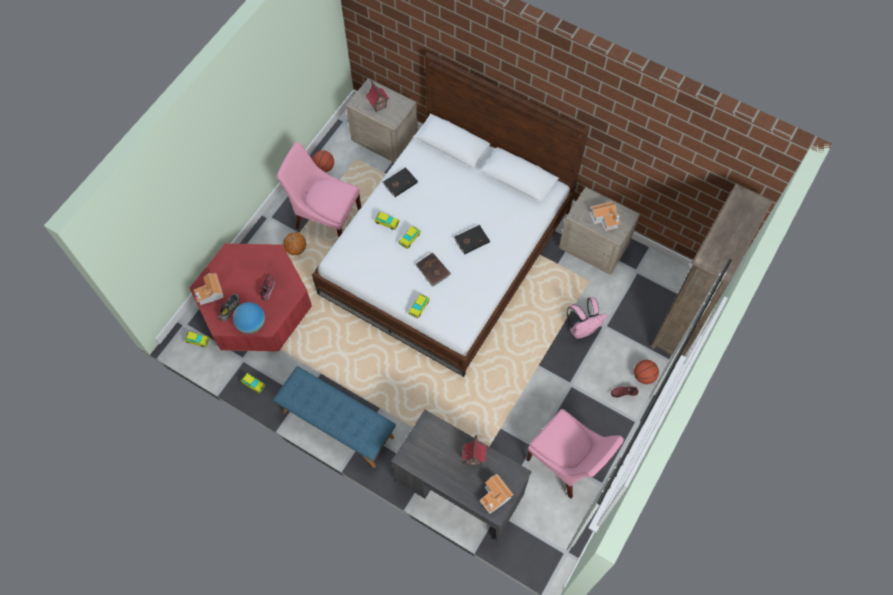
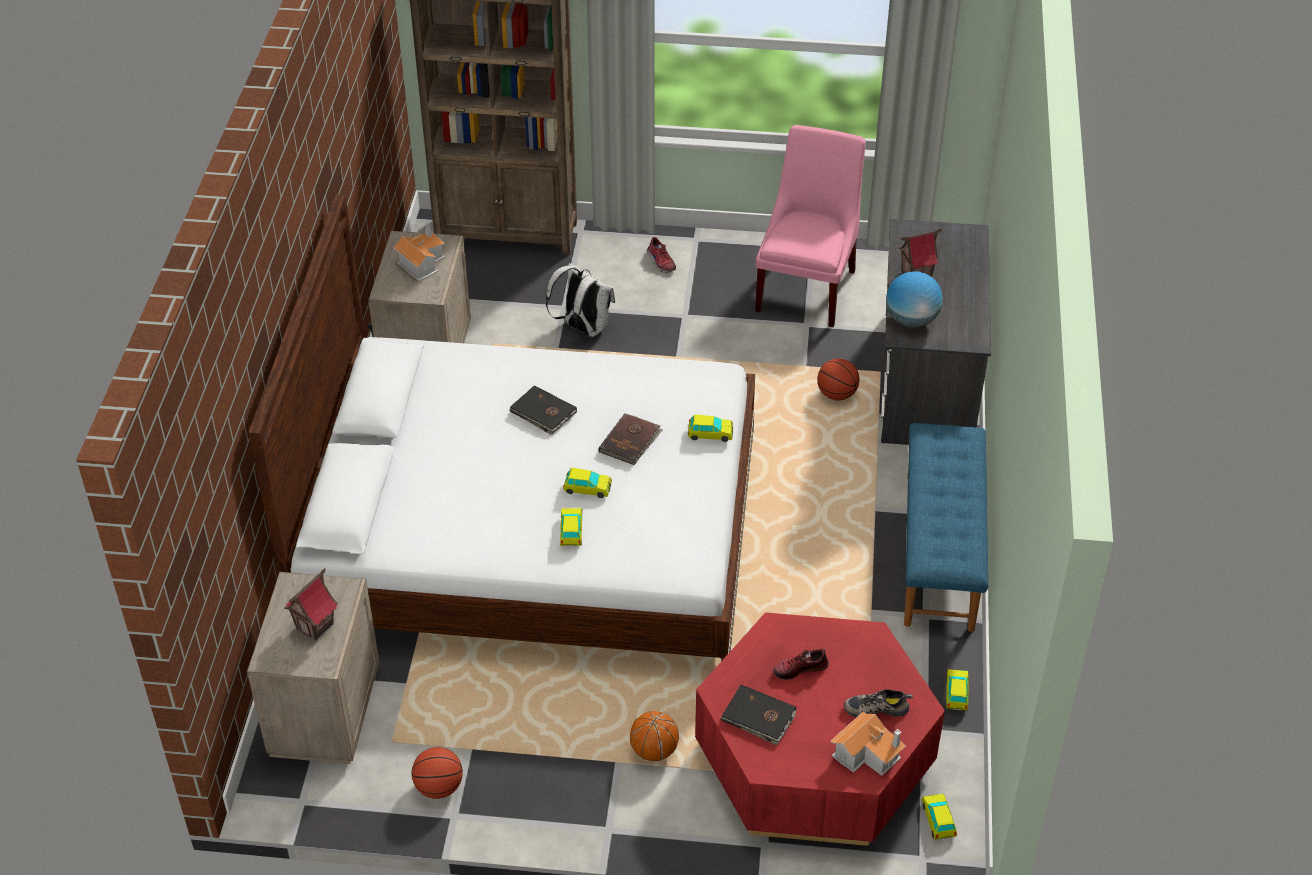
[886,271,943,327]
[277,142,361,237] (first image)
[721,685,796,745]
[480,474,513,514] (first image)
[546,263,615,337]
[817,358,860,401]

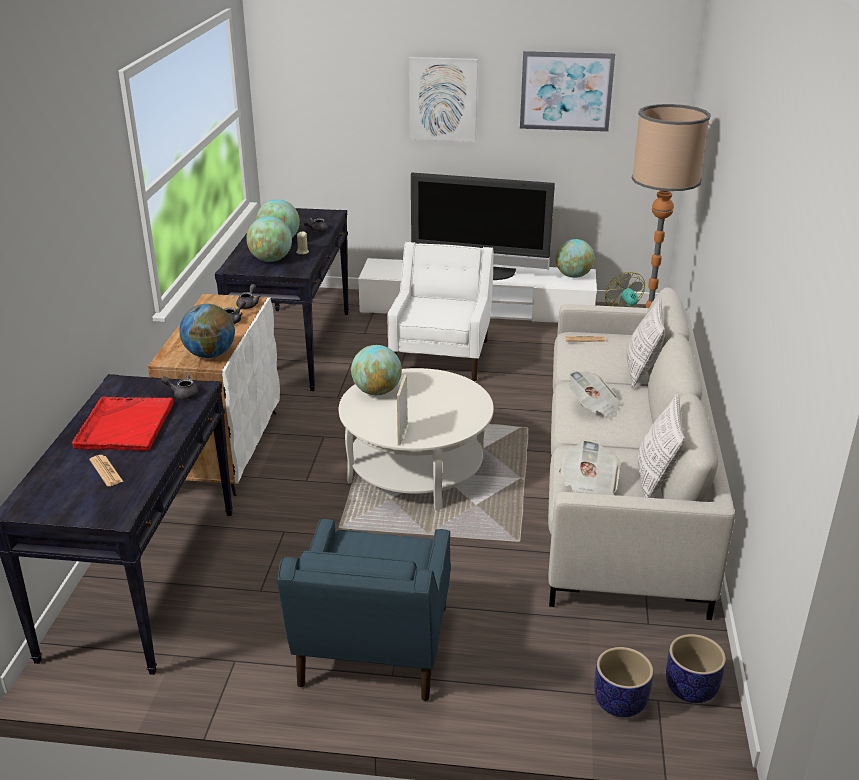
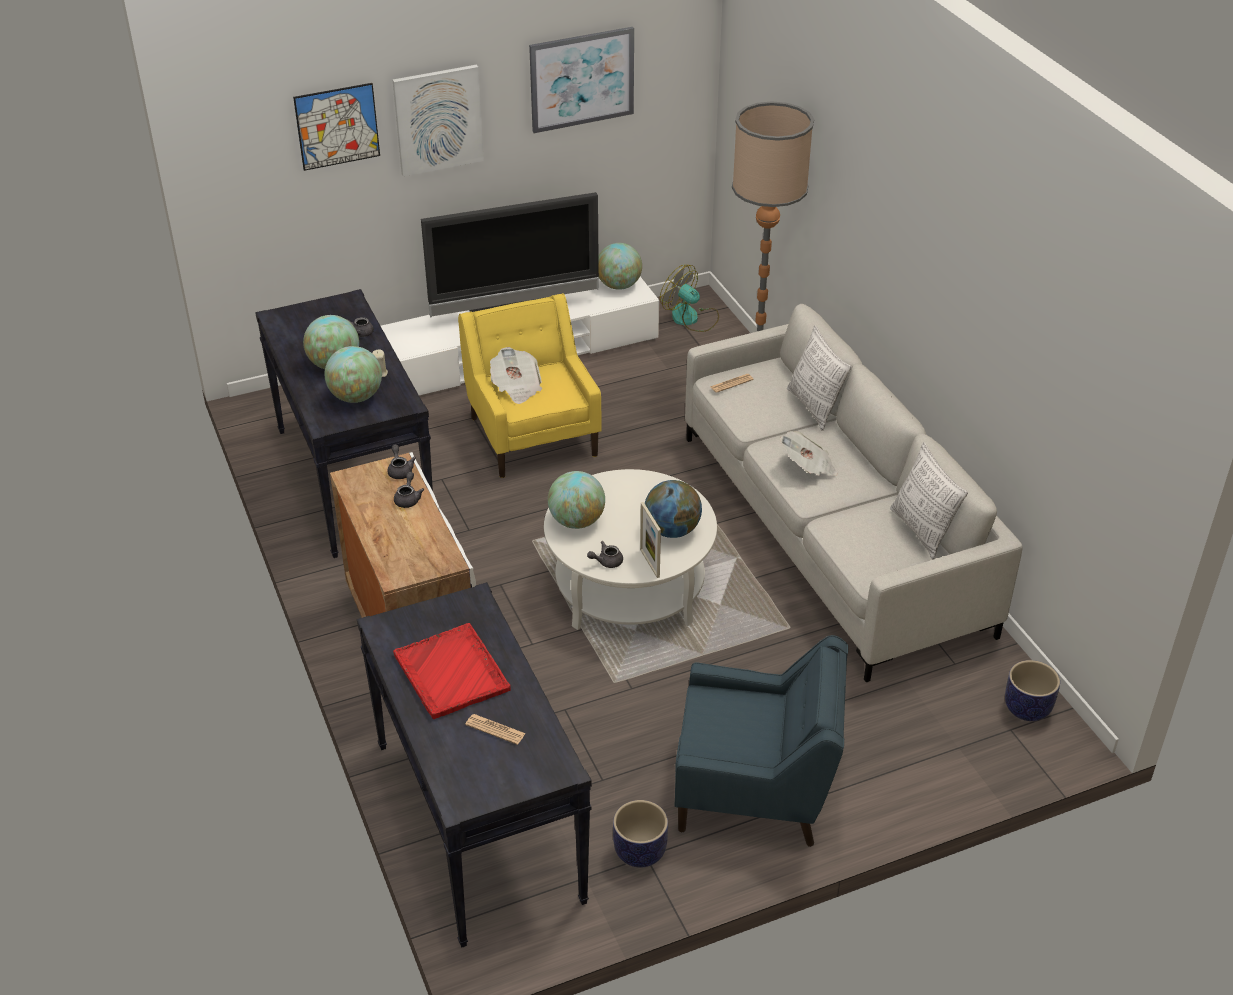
[587,541,623,568]
[645,480,702,538]
[674,635,848,847]
[458,293,602,478]
[490,347,542,404]
[613,800,668,868]
[293,83,380,171]

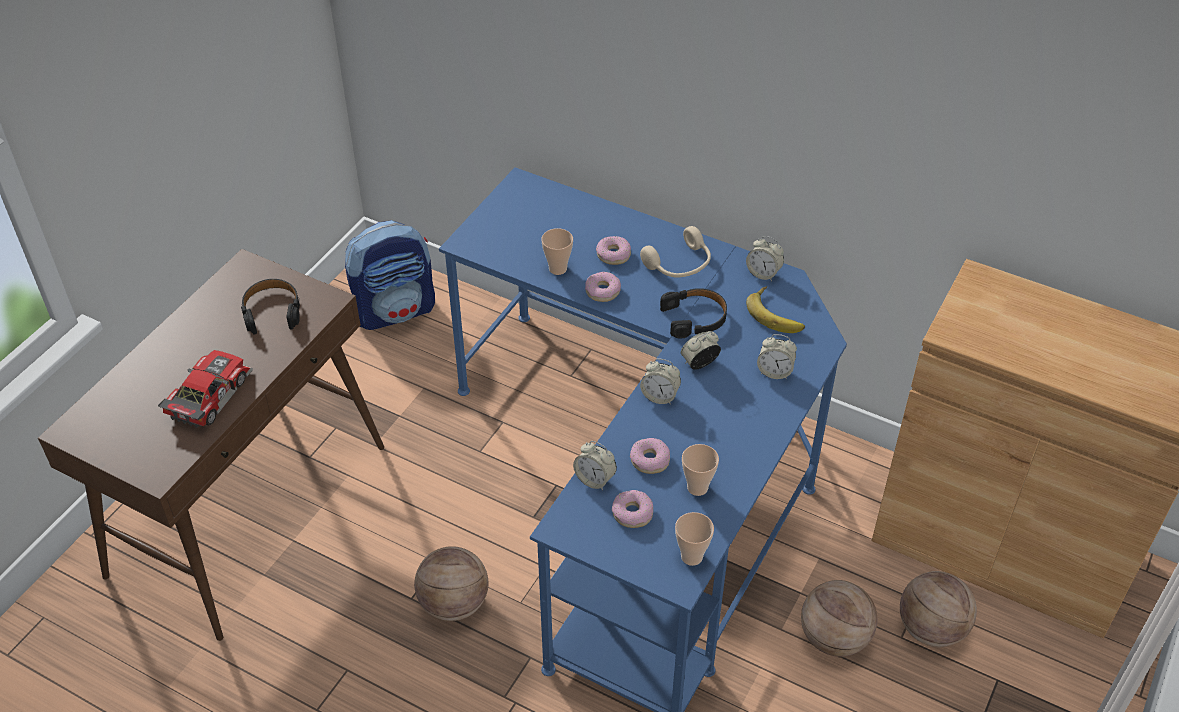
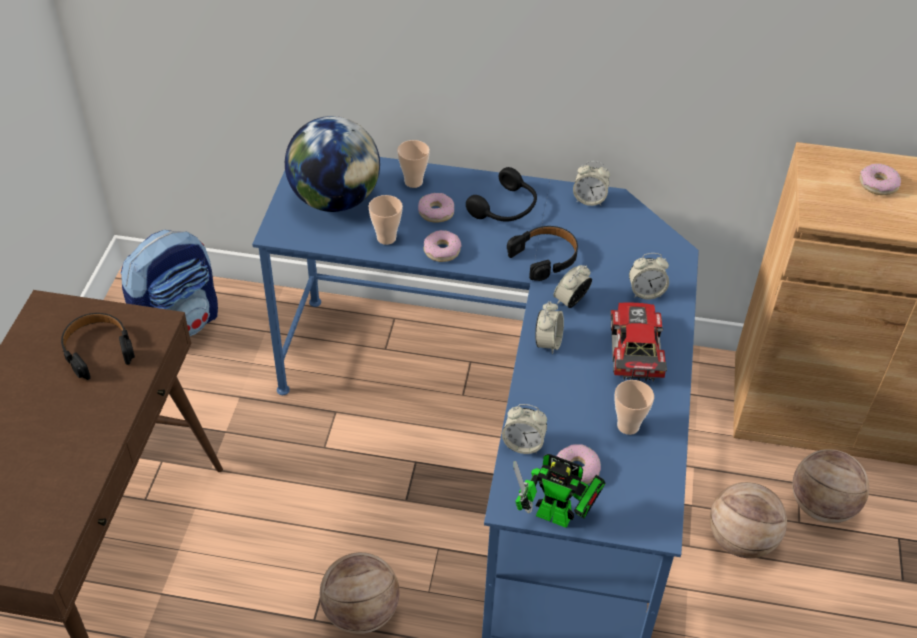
[610,302,667,382]
[860,164,901,195]
[466,167,537,222]
[535,301,564,354]
[397,140,430,188]
[746,286,805,333] (first image)
[285,116,380,212]
[513,454,606,528]

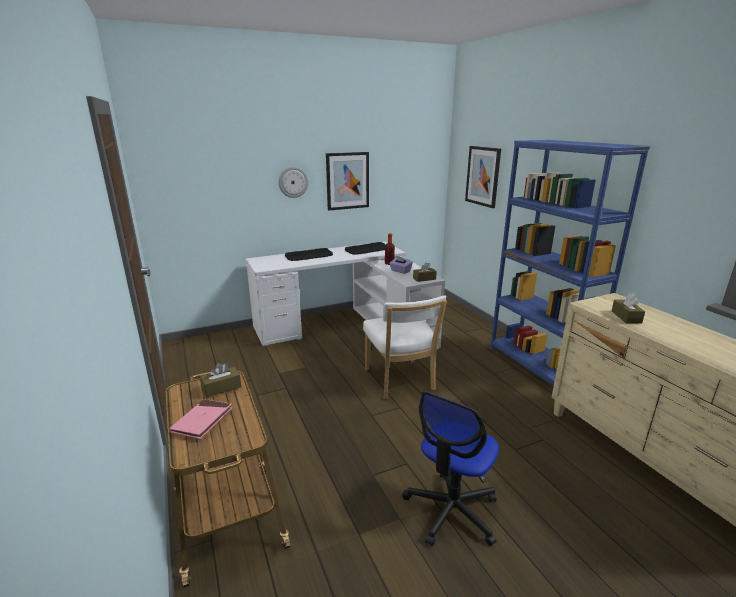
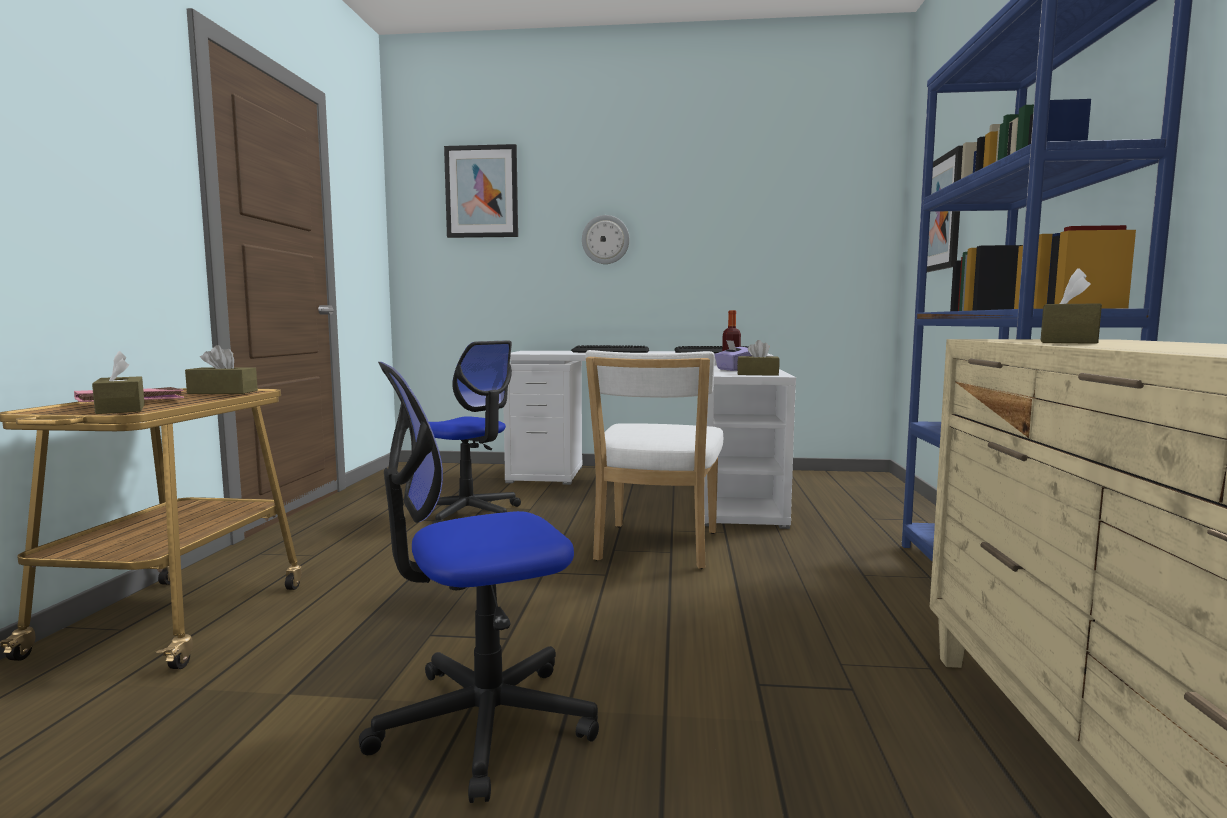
[444,144,518,238]
[92,351,145,414]
[429,340,521,524]

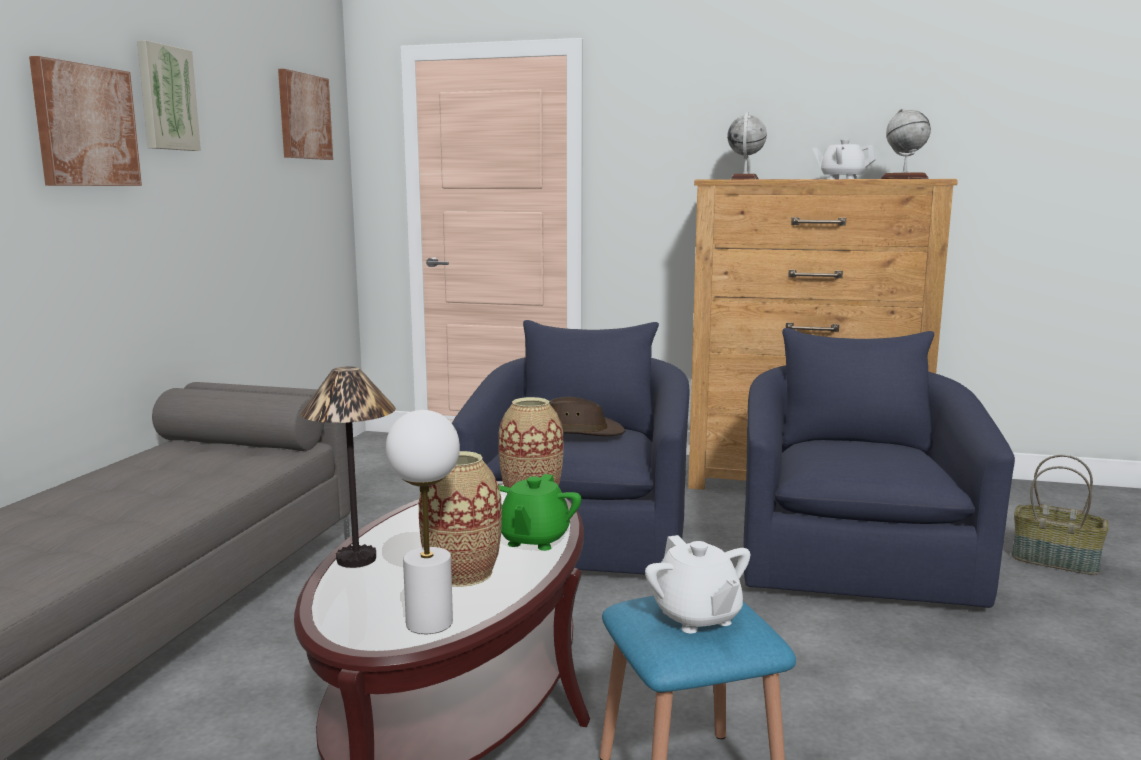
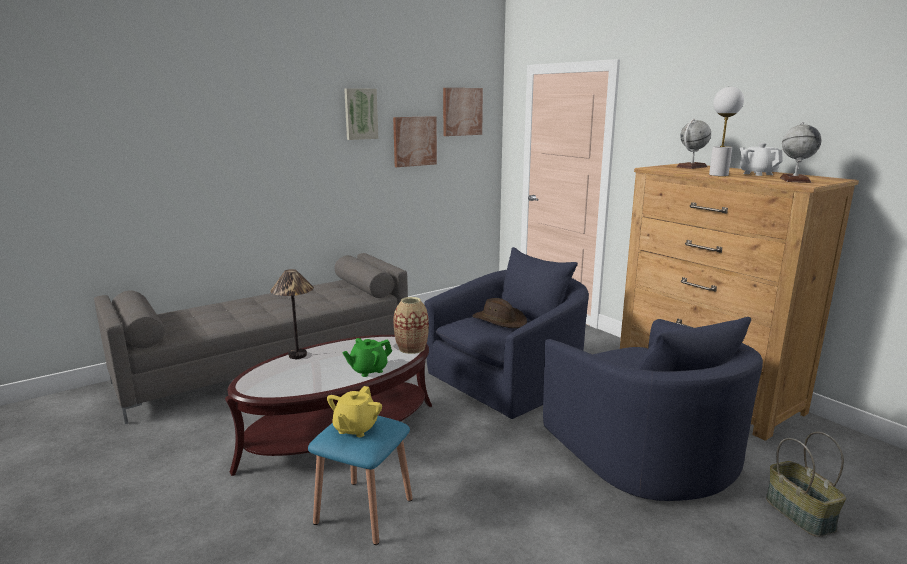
[393,116,437,167]
[709,87,744,176]
[419,451,502,587] (first image)
[327,386,382,437]
[543,317,763,501]

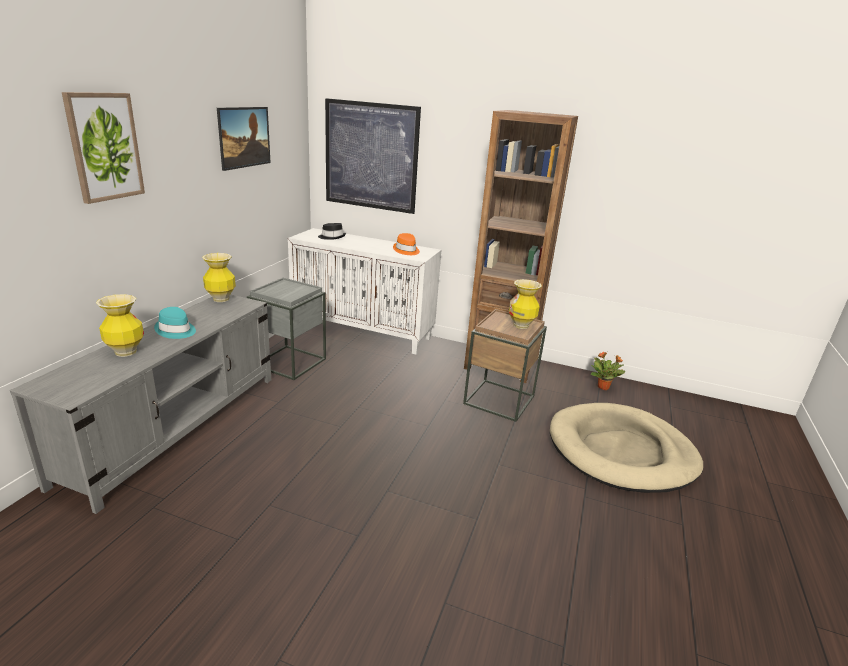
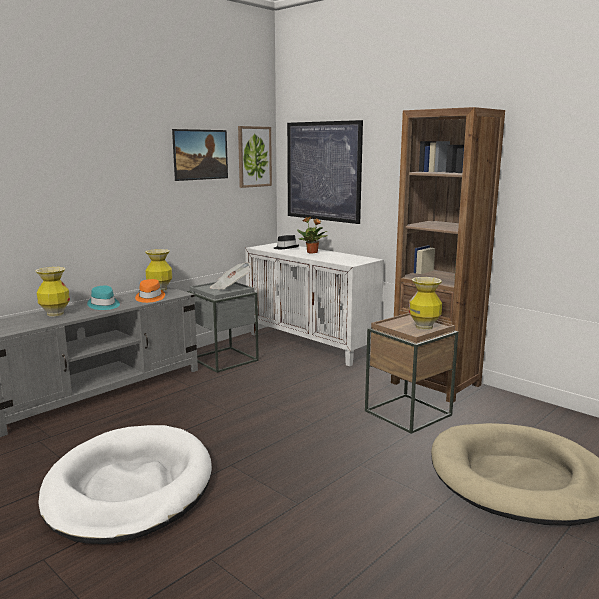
[238,126,272,188]
[135,279,165,303]
[297,217,328,254]
[38,425,212,544]
[210,262,250,290]

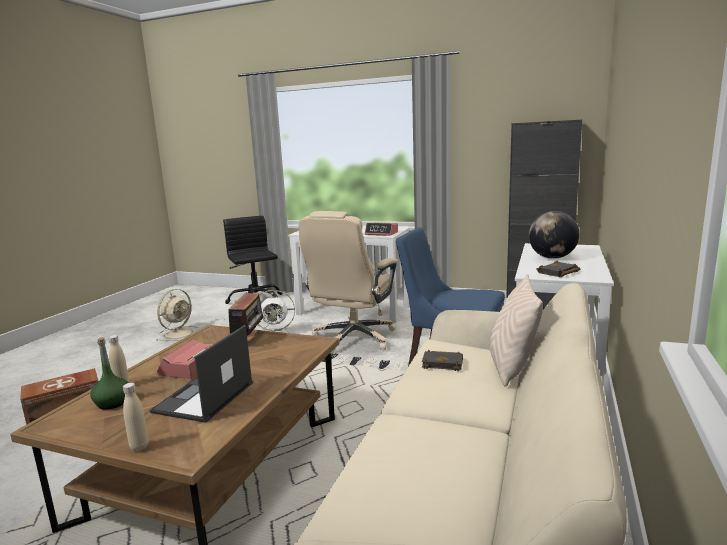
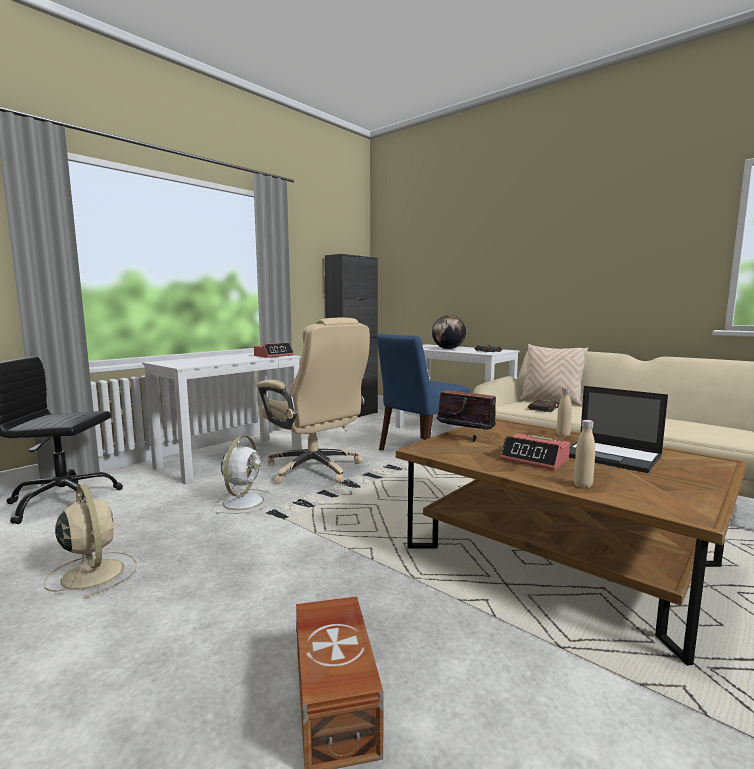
[90,337,129,410] (first image)
[556,388,572,437]

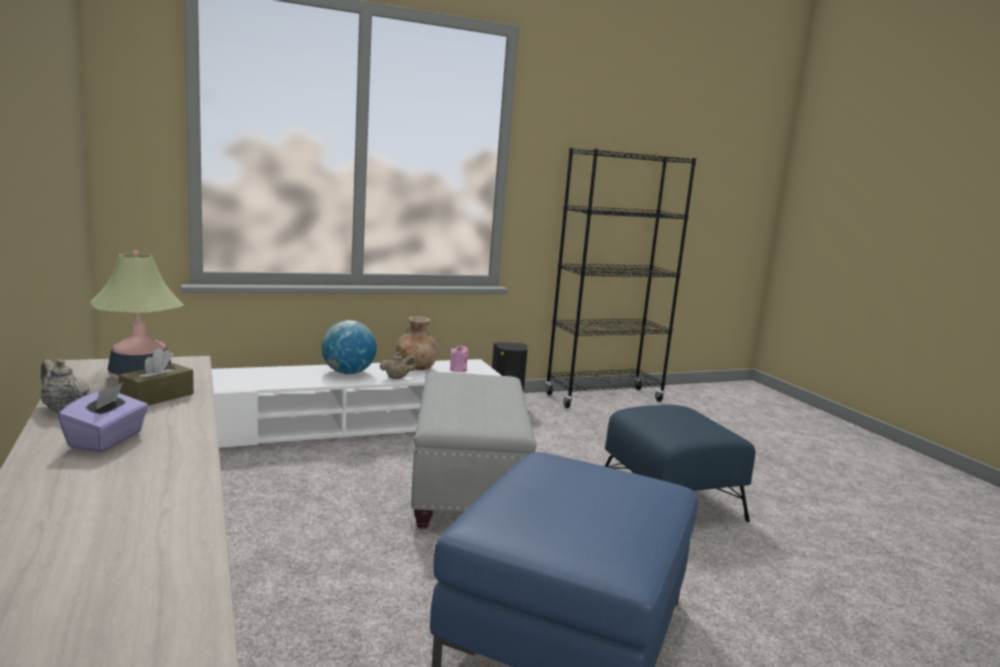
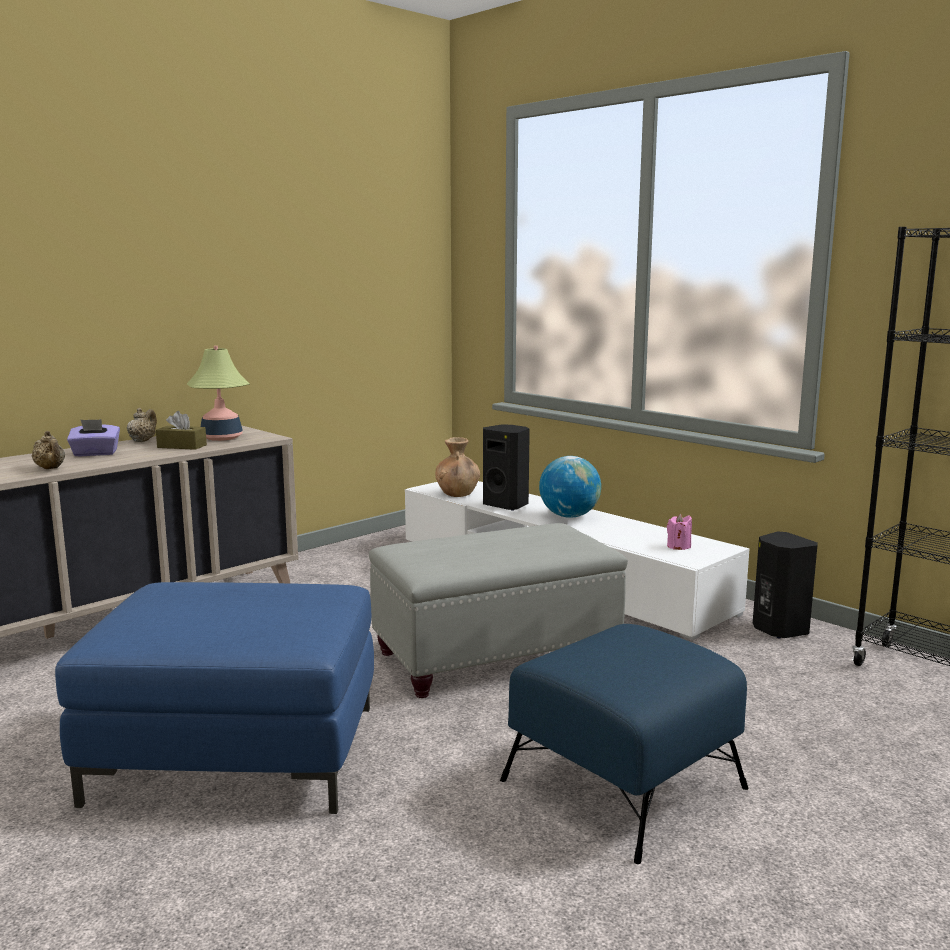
[32,431,65,469]
[435,437,480,497]
[483,425,530,511]

